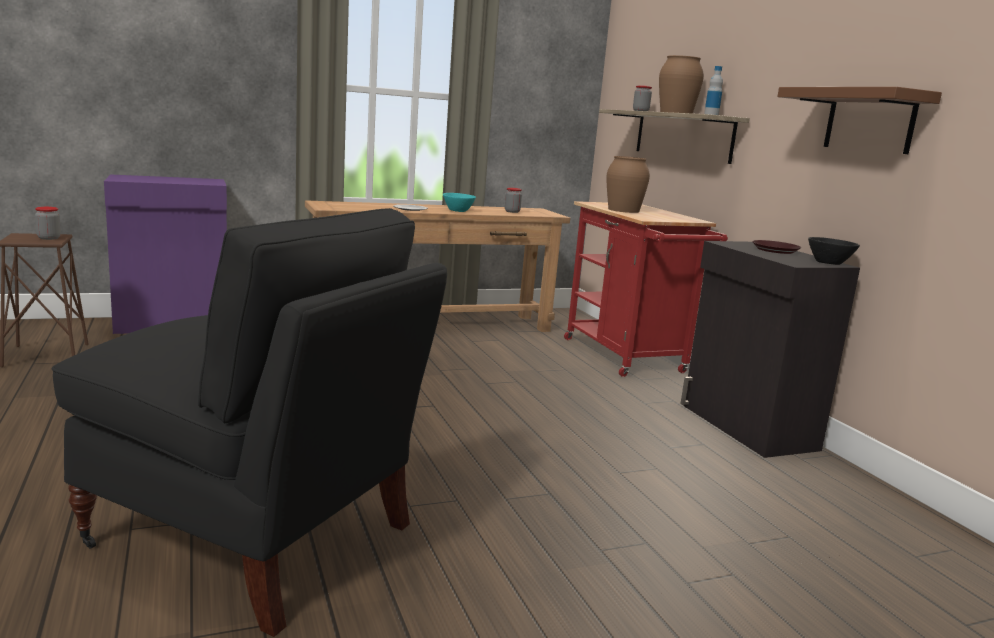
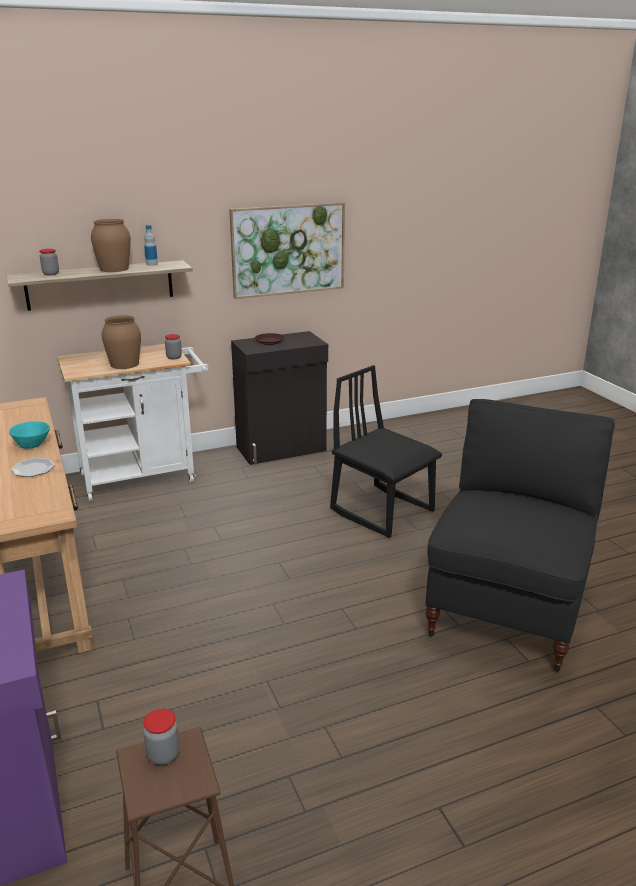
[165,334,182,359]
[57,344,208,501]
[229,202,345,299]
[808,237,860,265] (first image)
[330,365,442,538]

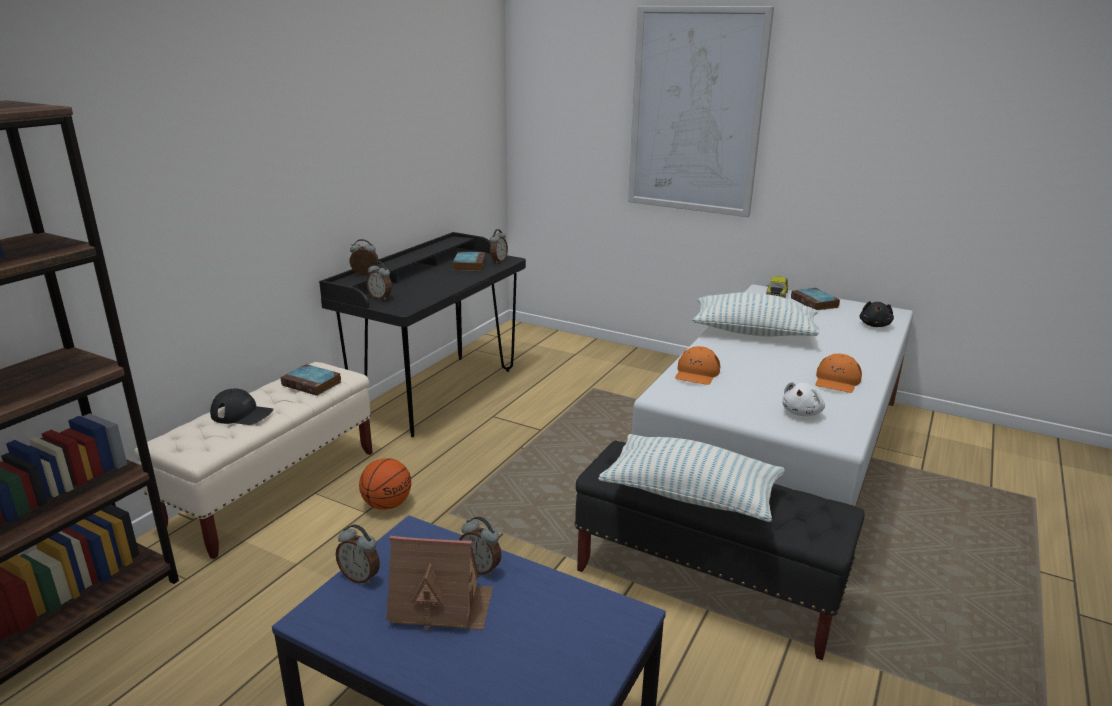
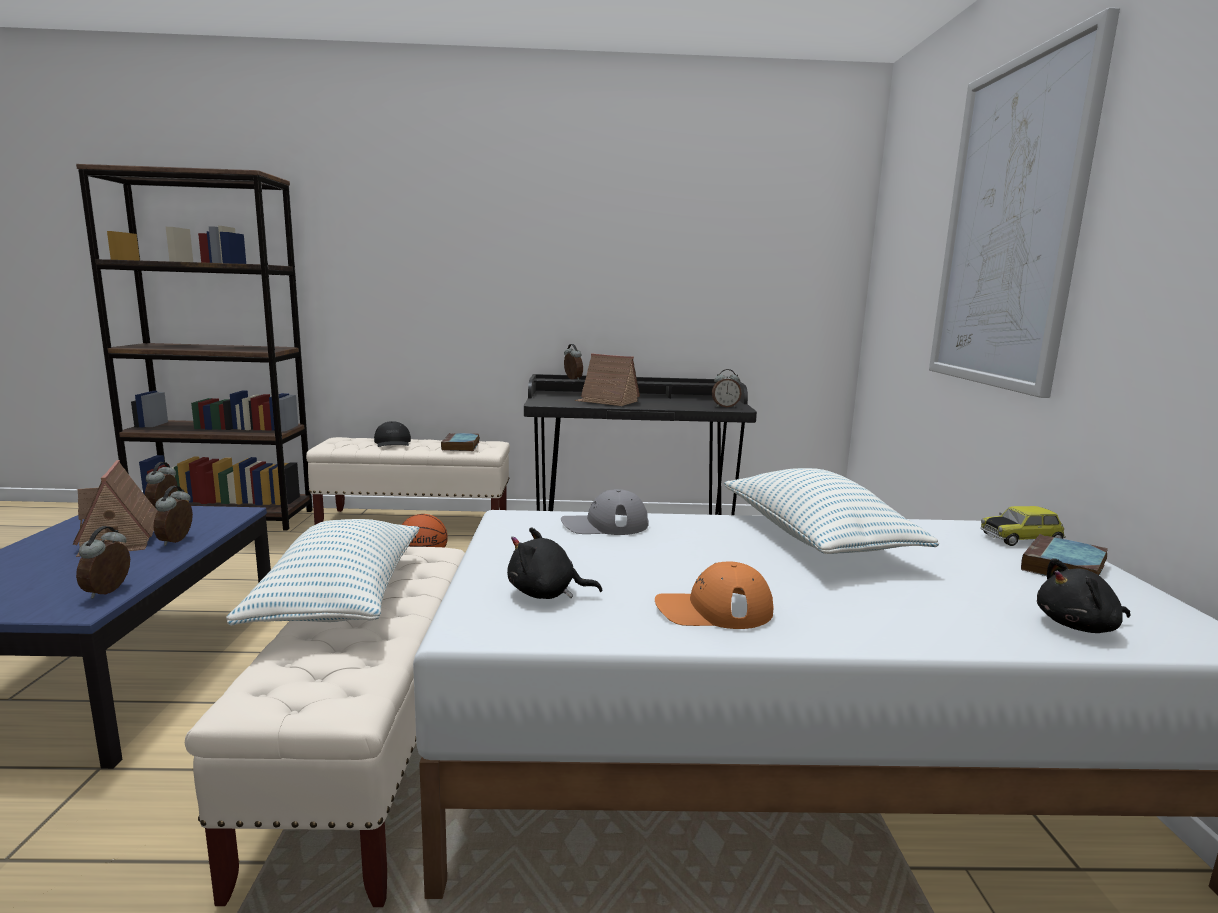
[76,526,130,599]
[453,252,486,271] (first image)
[185,546,465,907]
[561,489,649,535]
[507,527,602,599]
[575,353,640,406]

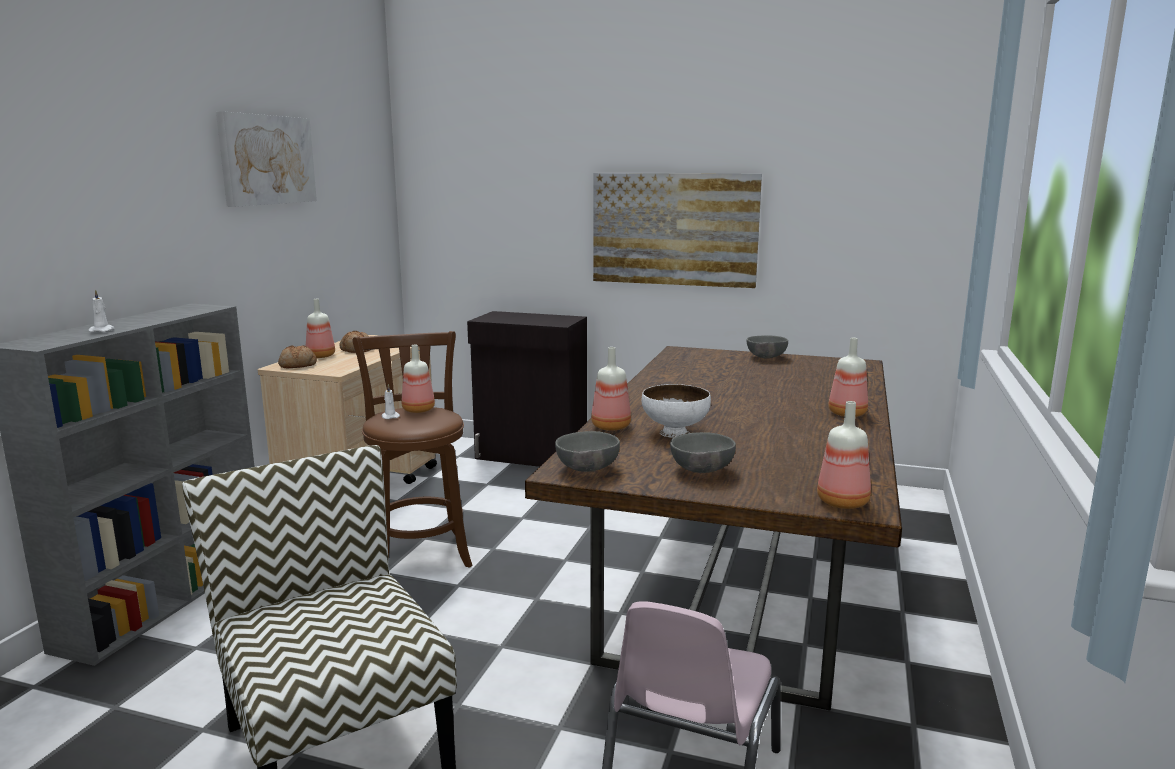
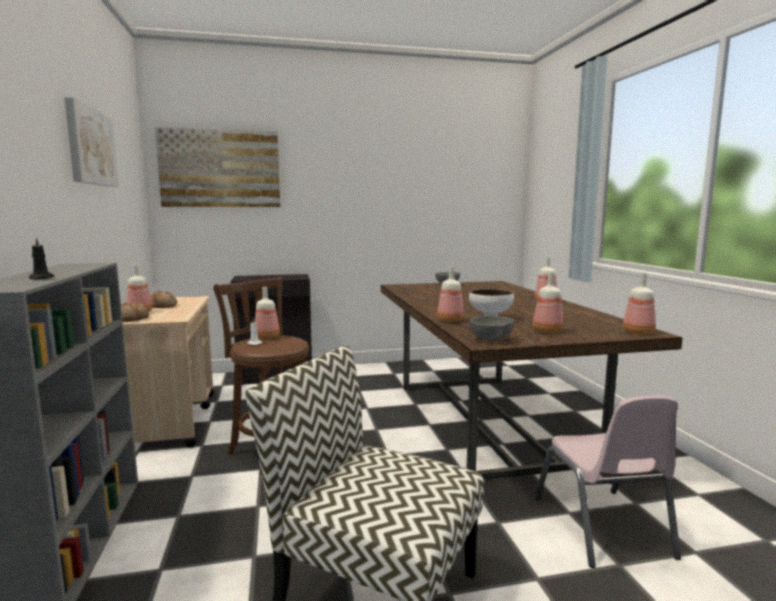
[29,237,54,279]
[155,127,280,207]
[533,272,563,333]

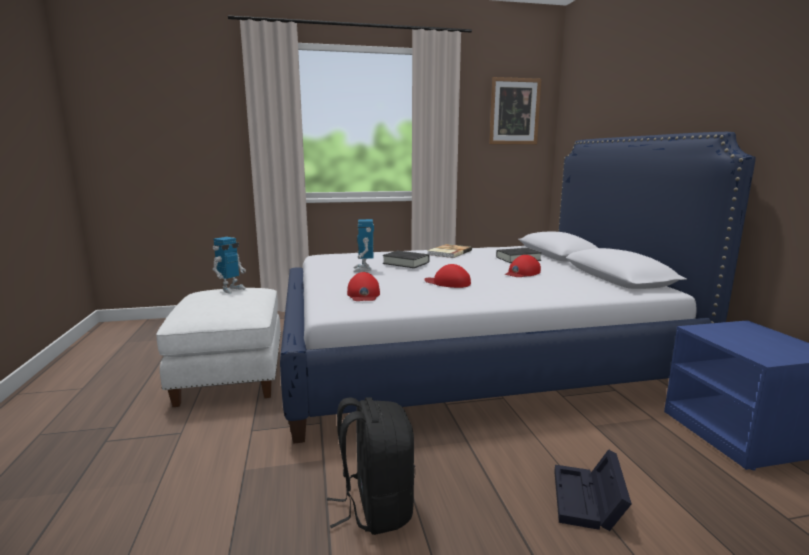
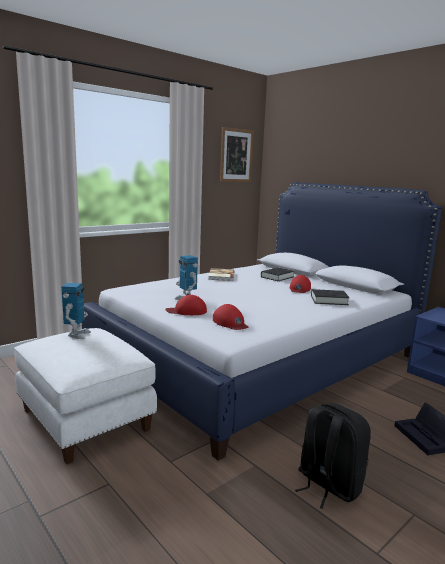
[311,289,350,305]
[165,295,207,315]

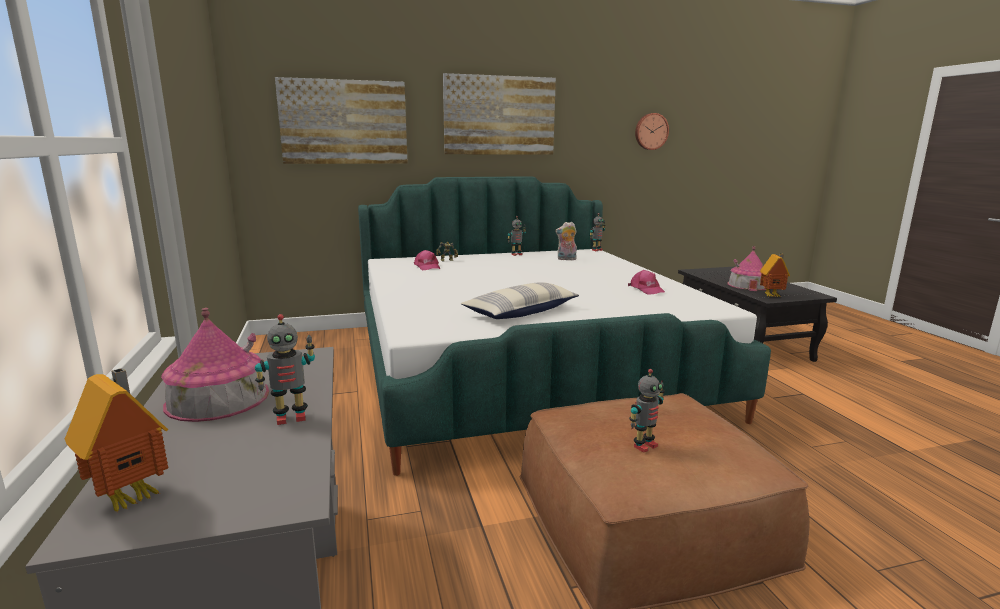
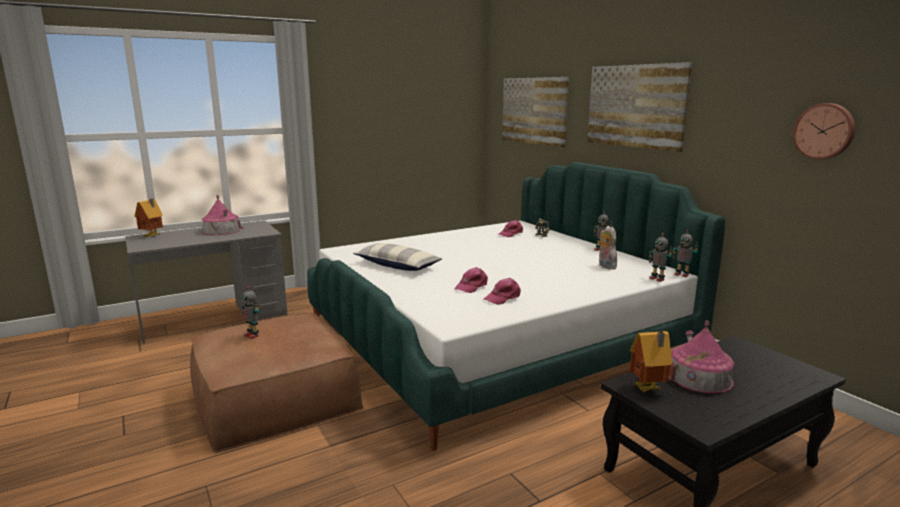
[648,233,673,282]
[454,267,488,293]

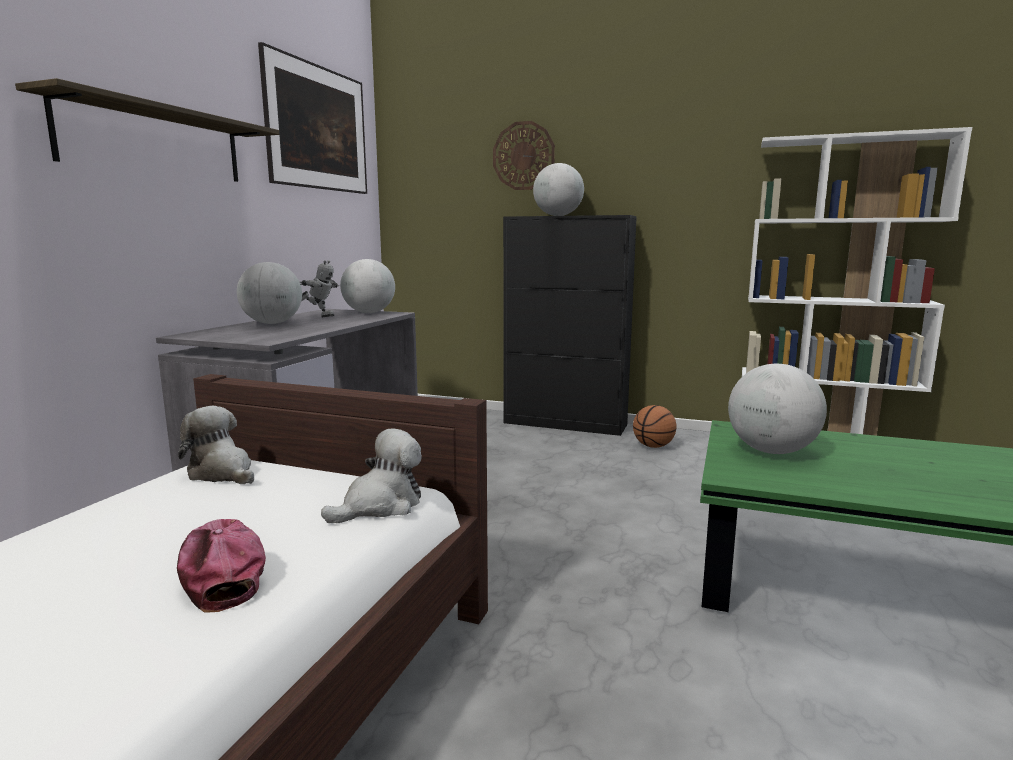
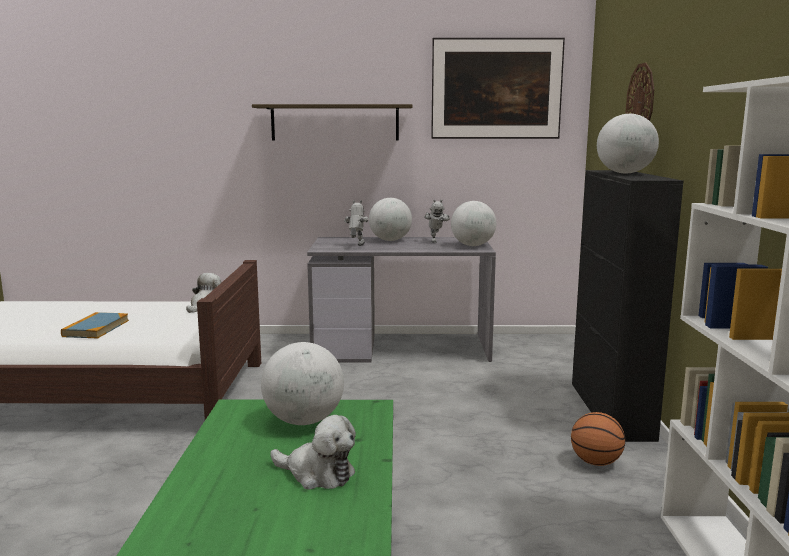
[61,312,129,338]
[270,415,356,490]
[344,200,368,246]

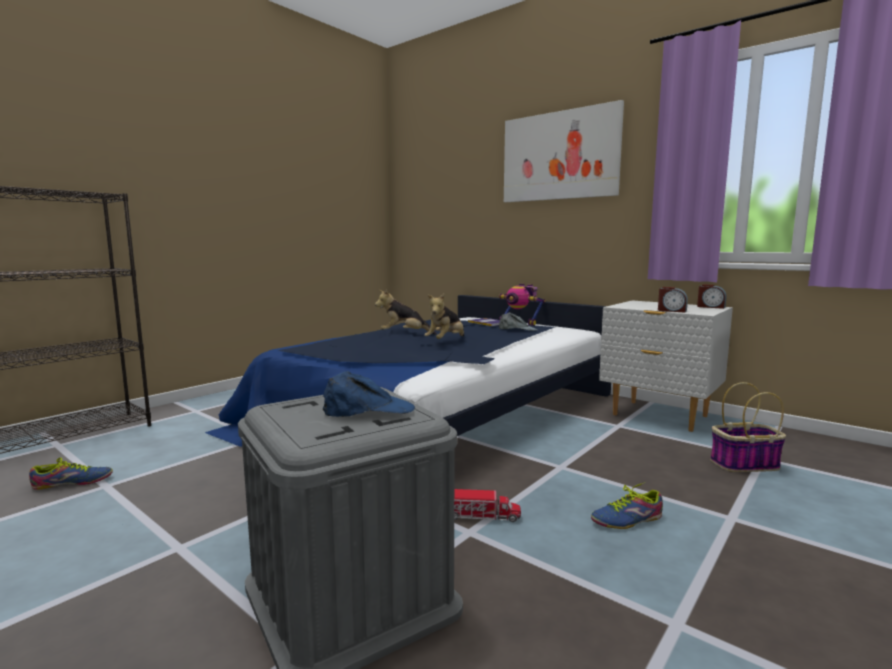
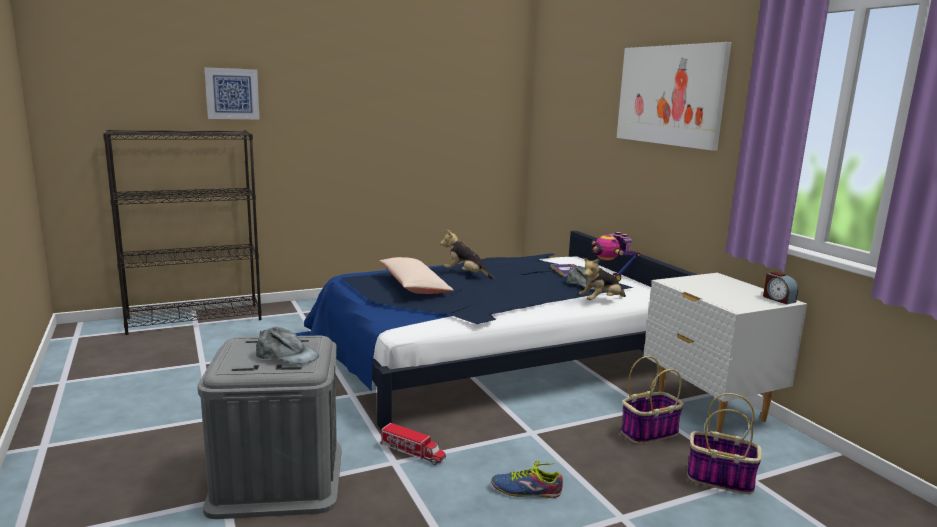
[29,457,113,490] (first image)
[256,327,319,364]
[579,258,626,300]
[658,287,688,313] (first image)
[205,67,260,119]
[379,257,454,294]
[621,356,684,444]

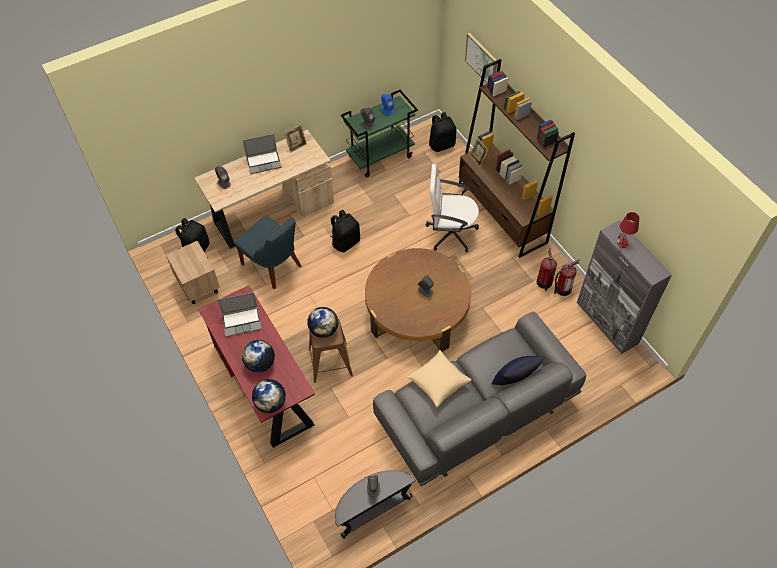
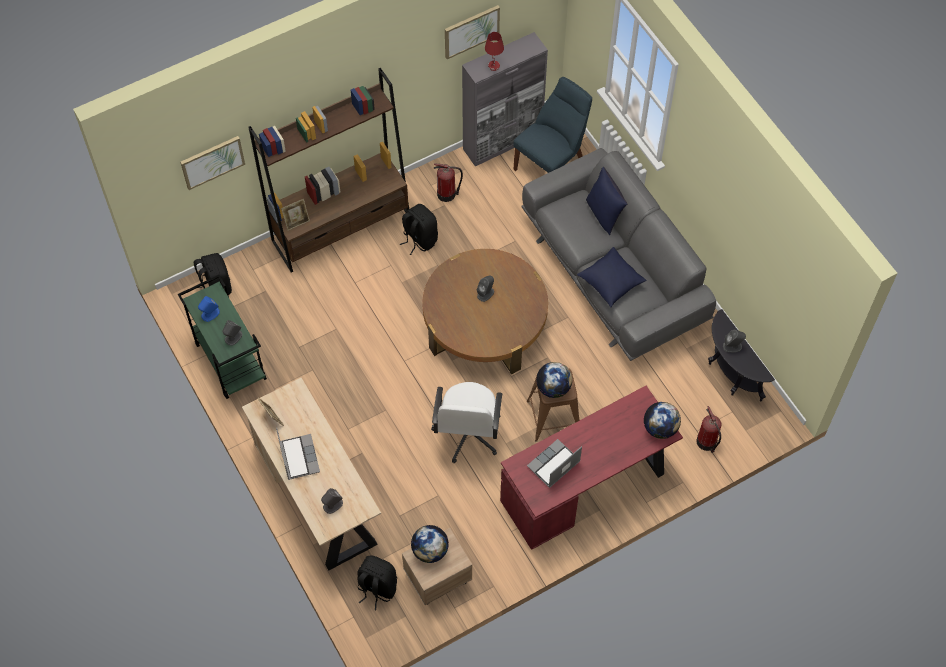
[527,439,582,488]
[513,77,592,173]
[411,525,449,563]
[400,204,438,255]
[577,247,647,308]
[431,382,502,463]
[696,406,721,453]
[445,5,500,59]

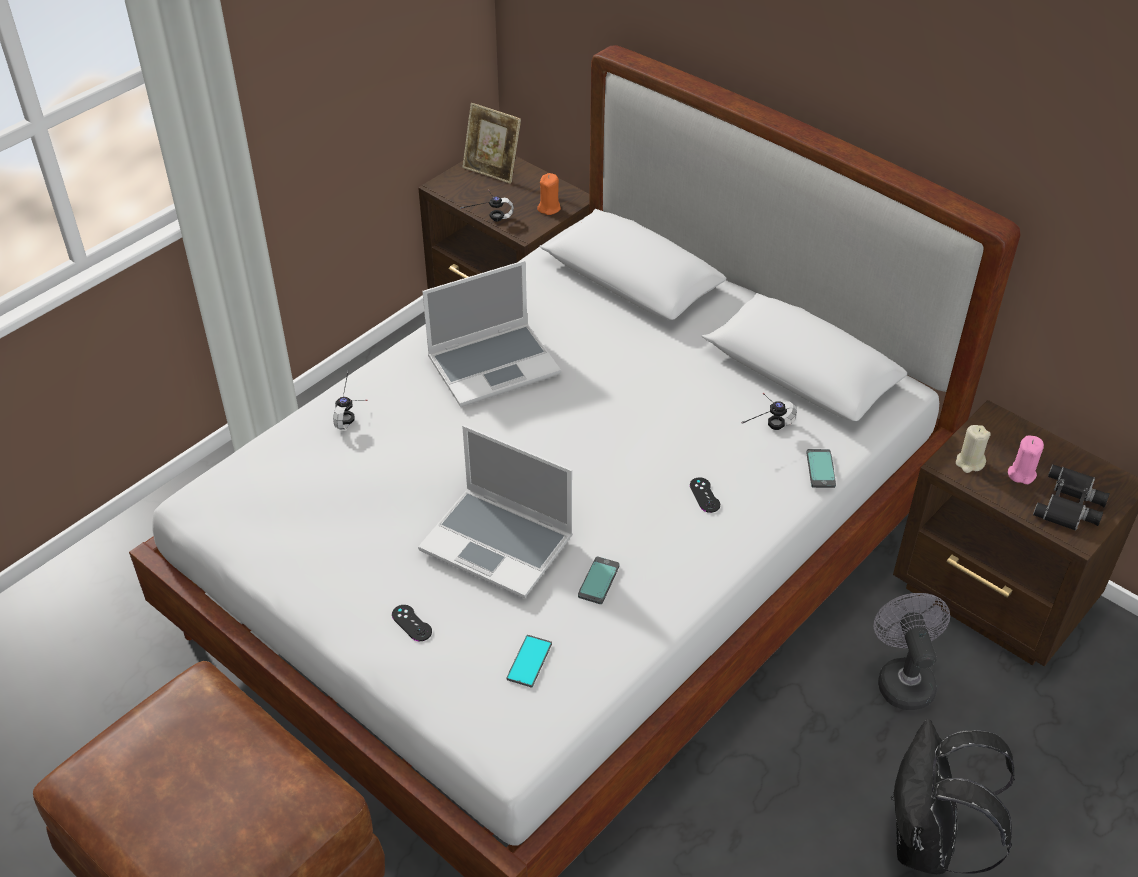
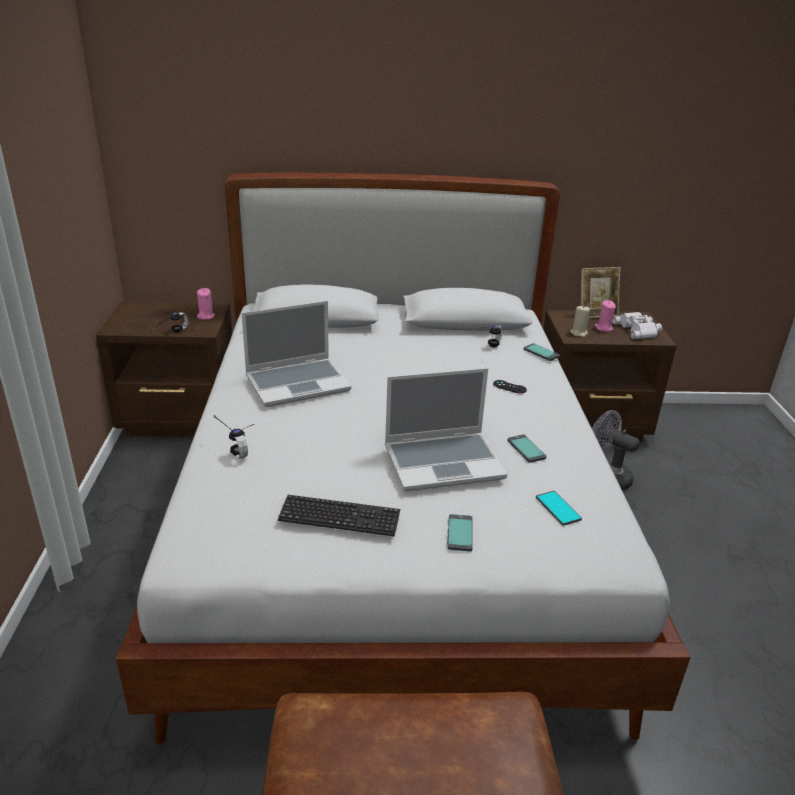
[447,514,473,551]
[242,301,351,407]
[581,267,620,319]
[197,288,215,320]
[891,719,1015,874] (first image)
[613,312,662,339]
[278,495,400,536]

